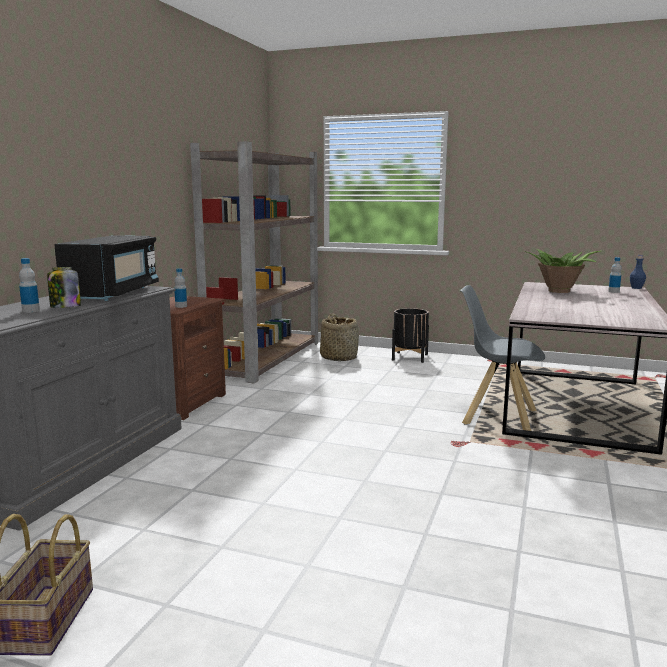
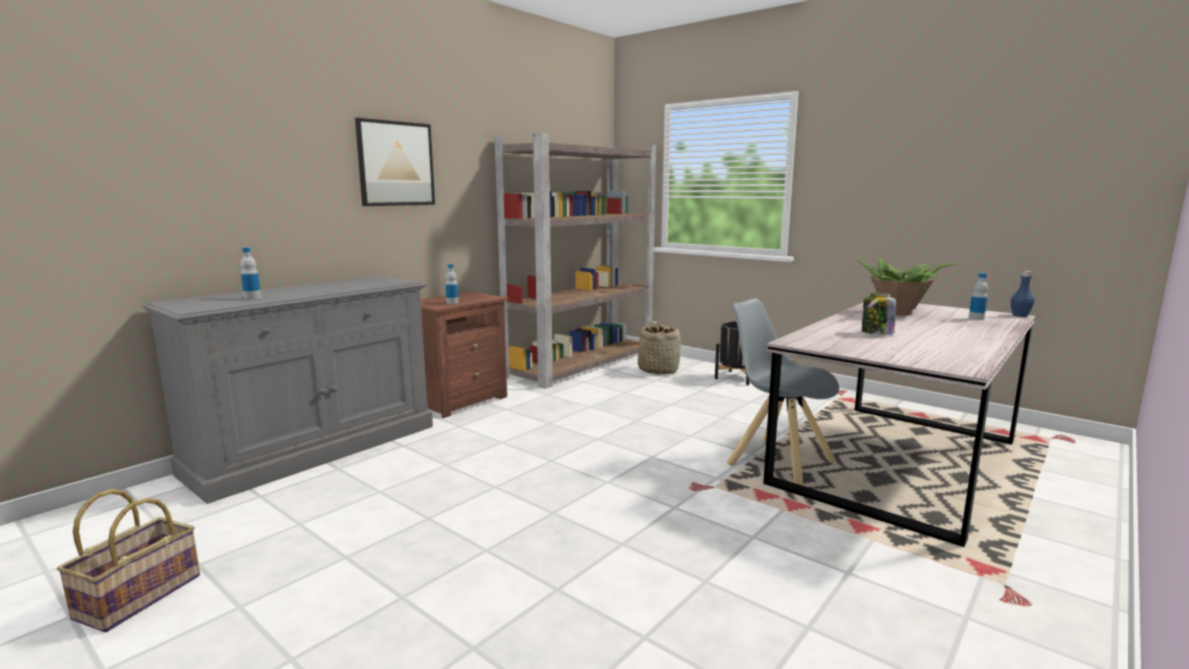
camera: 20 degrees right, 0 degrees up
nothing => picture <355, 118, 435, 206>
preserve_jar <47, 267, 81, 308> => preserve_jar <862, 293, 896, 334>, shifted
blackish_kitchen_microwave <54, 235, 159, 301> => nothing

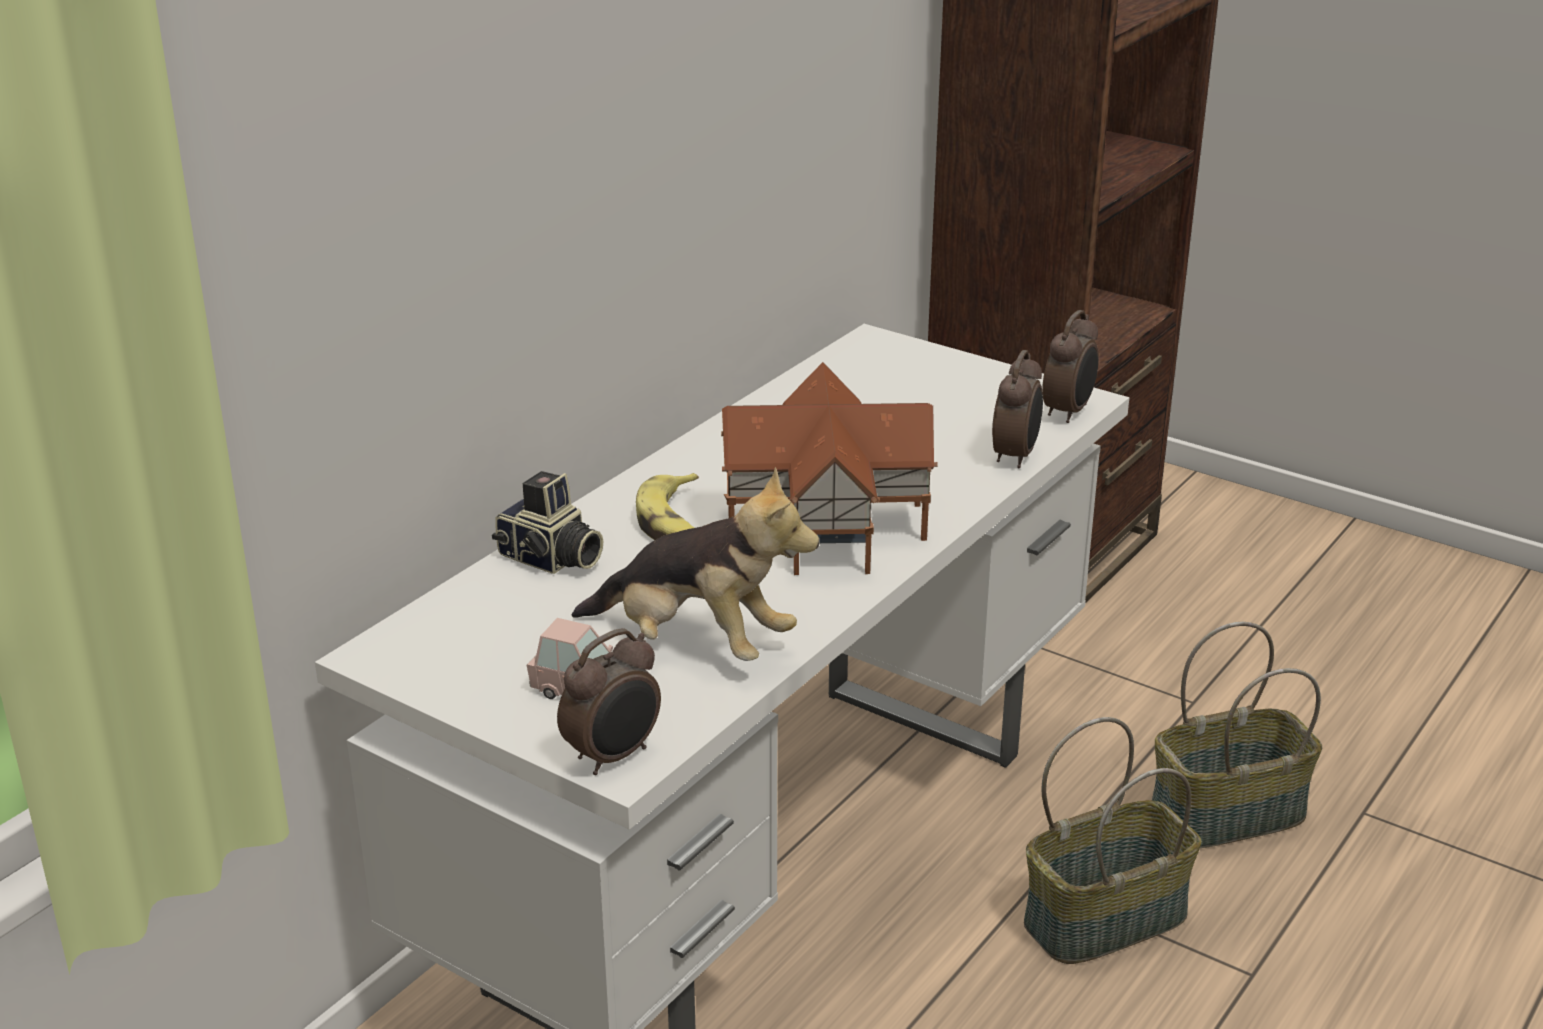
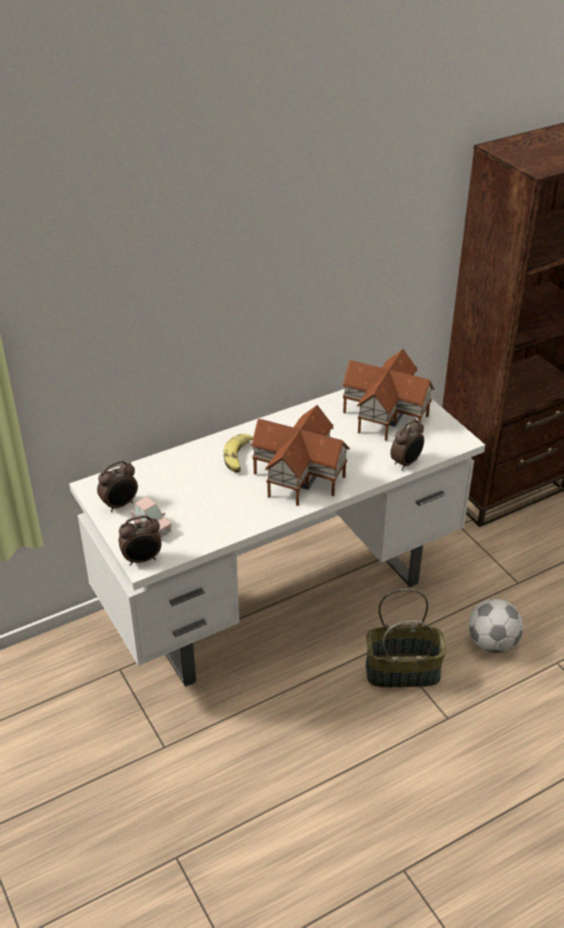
camera: 25 degrees right, 10 degrees up
alarm_clock <1042, 310, 1099, 423> => alarm_clock <97, 460, 138, 512>, shifted
nothing => model_house <342, 349, 435, 441>
household_basket <1152, 622, 1322, 848> => football <469, 599, 523, 653>
still_camera <492, 471, 603, 574> => nothing
plush_toy <572, 467, 819, 661> => nothing

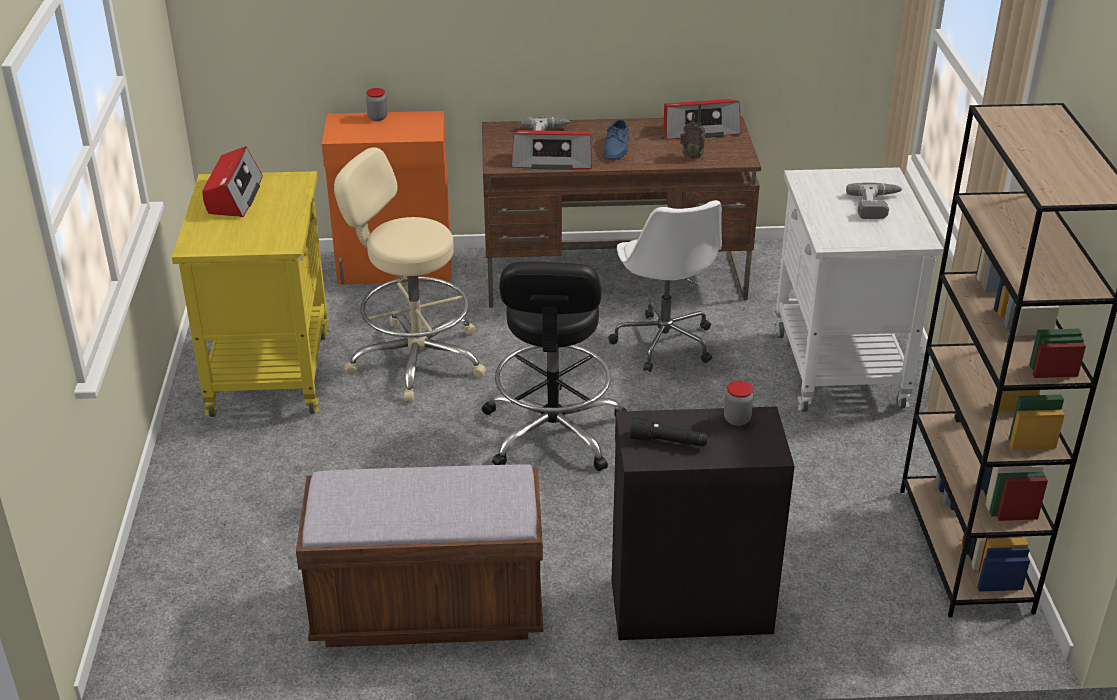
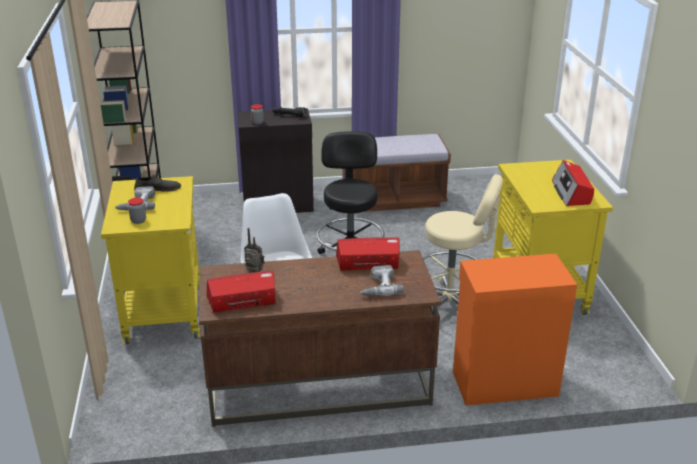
camera: 175 degrees right, 5 degrees down
whitish_wheeled_cart <774, 167, 943, 412> => yellow-coloured_wheeled_cart <101, 176, 201, 344>
preserve_jar <366, 88, 387, 121> => preserve_jar <128, 198, 146, 224>, shifted
nothing => grey_item_of_footwear <134, 174, 181, 192>
bluish_item_of_footwear <603, 119, 629, 160> => nothing

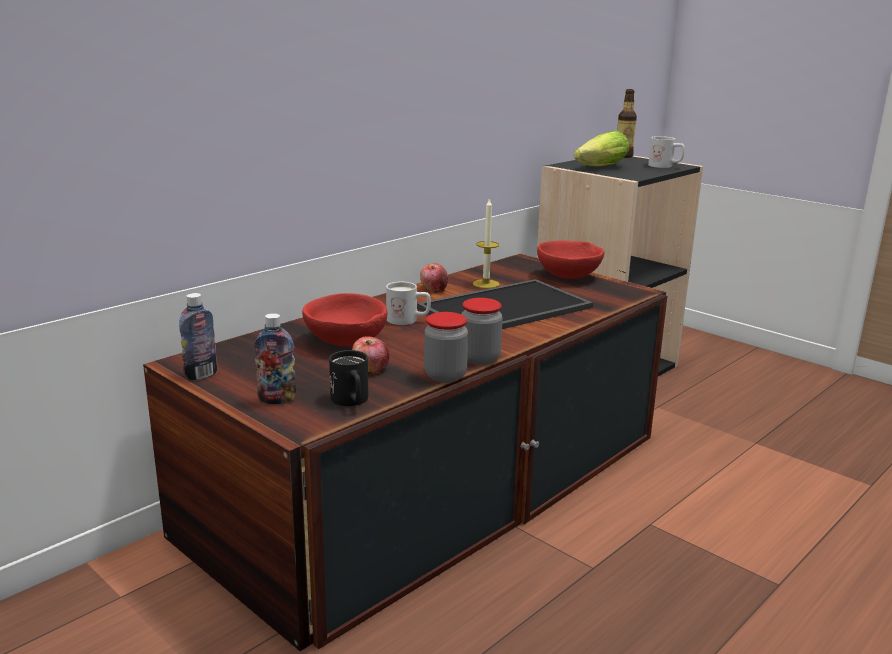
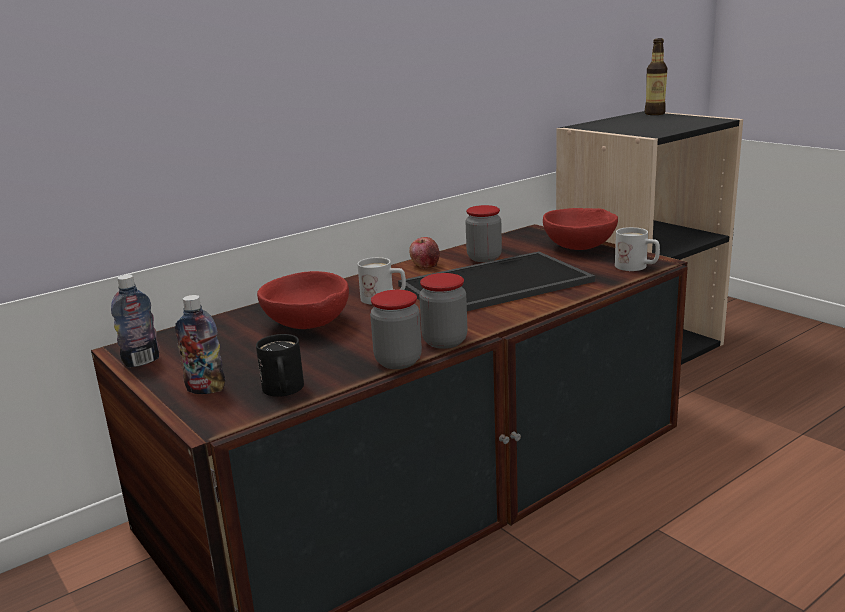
camera: 10 degrees right, 0 degrees up
wax_candle <473, 198, 500, 288> => preserve_jar <465, 205, 502, 262>
whitish_tea_mug <648, 136, 685, 168> => whitish_tea_mug <615, 227, 660, 271>, shifted
apple <352, 336, 389, 374> => nothing
head_of_lettuce <574, 131, 629, 166> => nothing

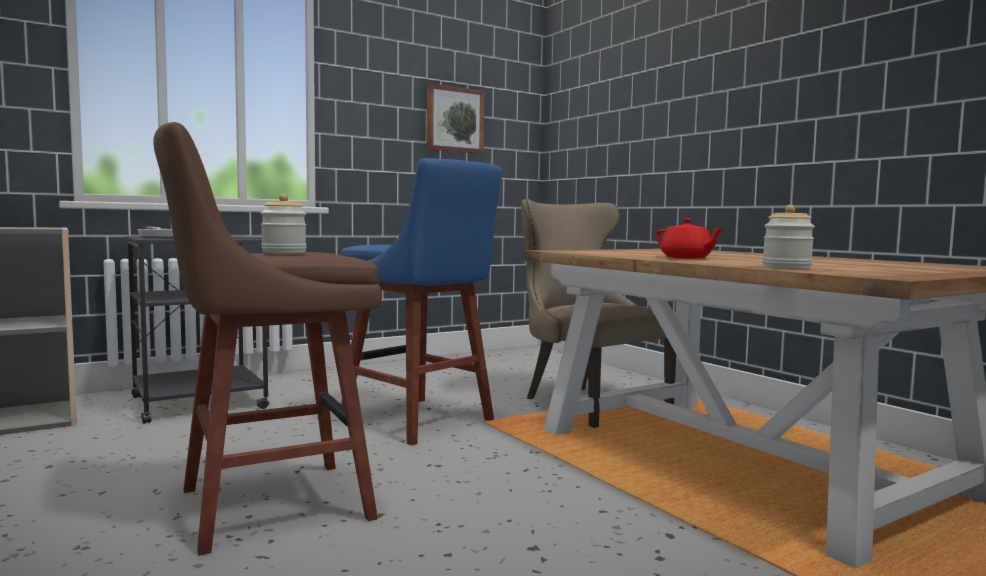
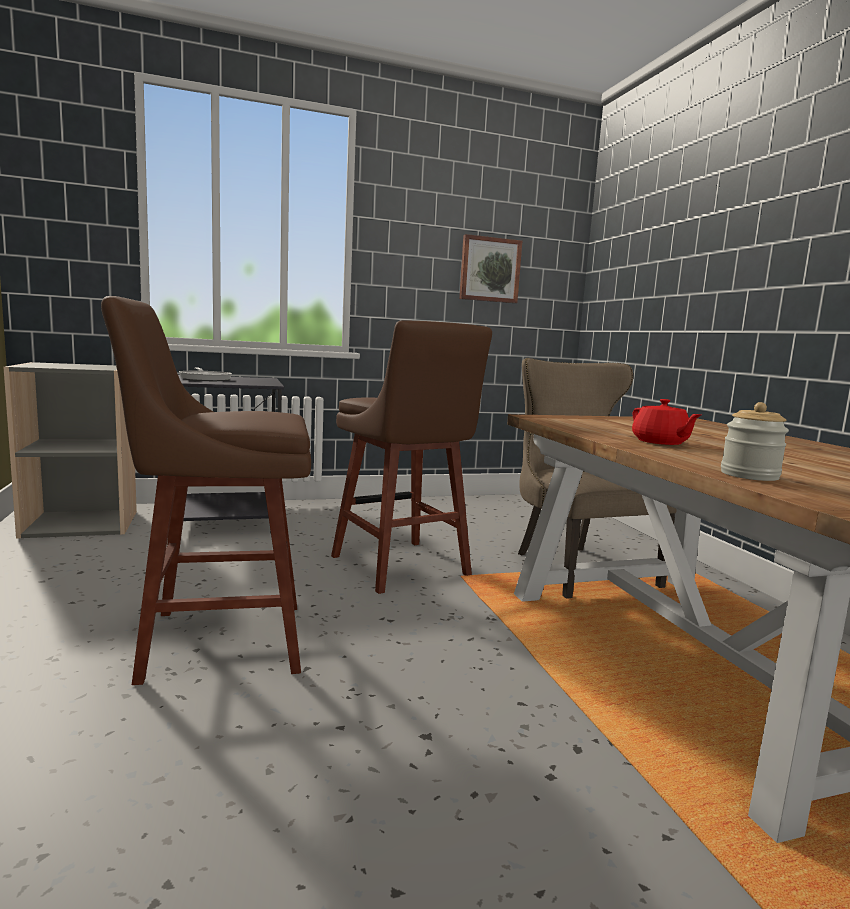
camera: 15 degrees right, 5 degrees up
bluish_stool <339, 158, 502, 445> => brown_stool <331, 320, 492, 594>
preserve_jar <261, 193, 307, 253> => nothing

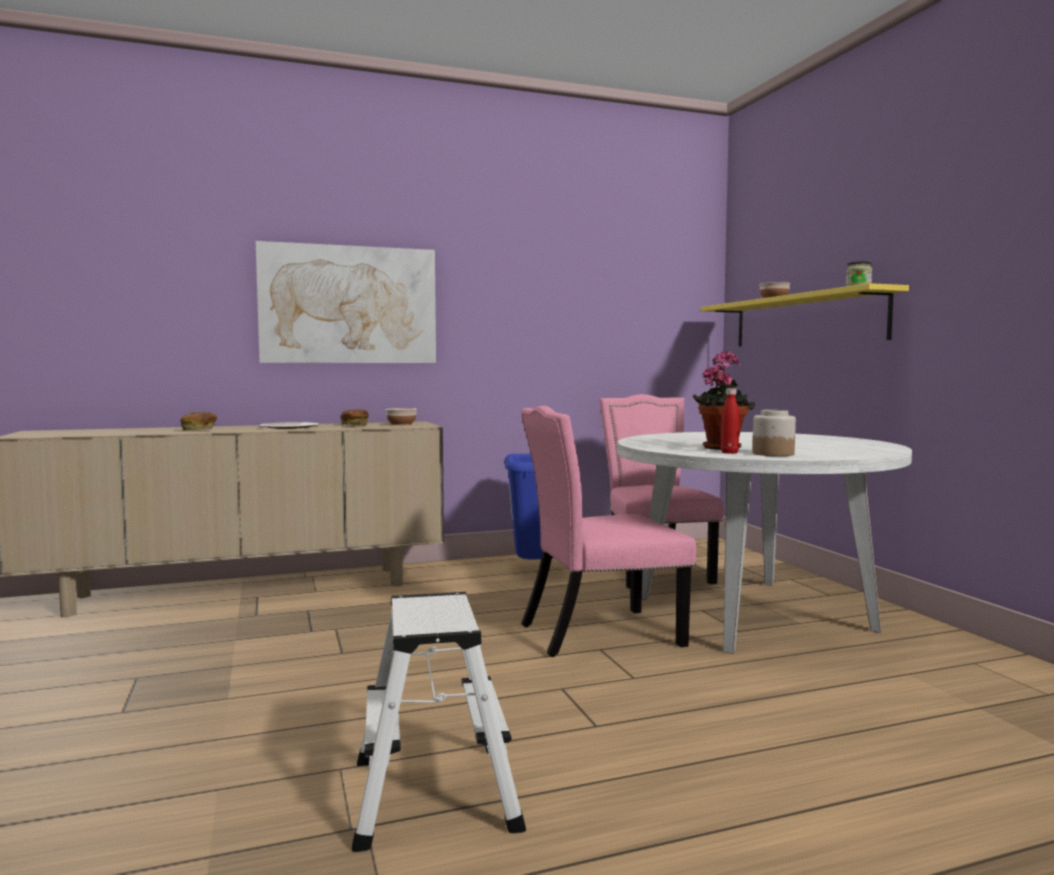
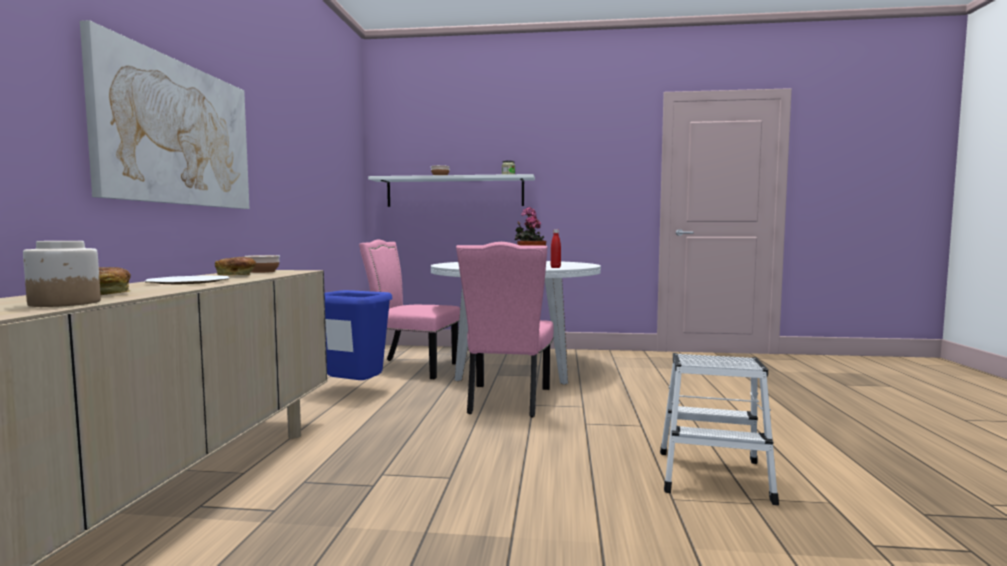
camera: 65 degrees left, 0 degrees up
preserve_jar <753, 410, 796, 456> => preserve_jar <23, 241, 101, 307>, shifted
yellow-coloured_wall_shelf <701, 283, 909, 347> => whitish_wall_shelf <368, 174, 535, 207>

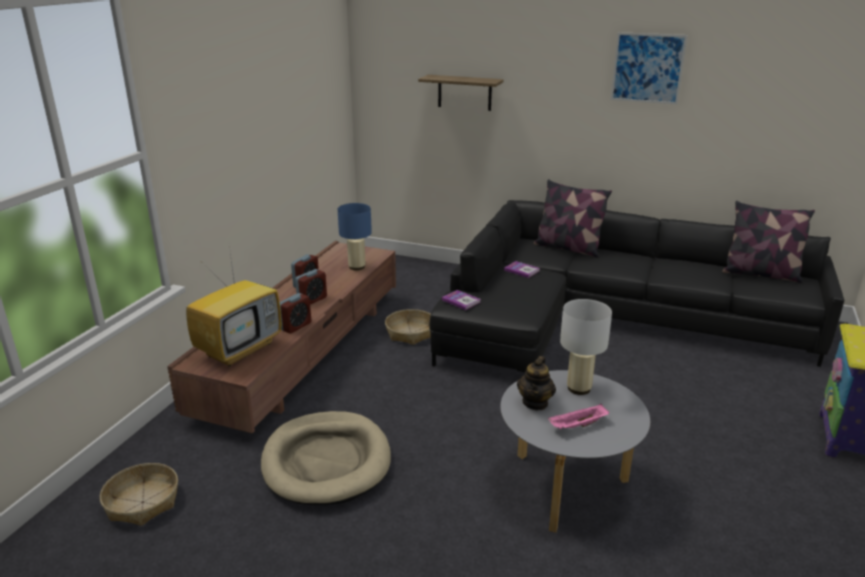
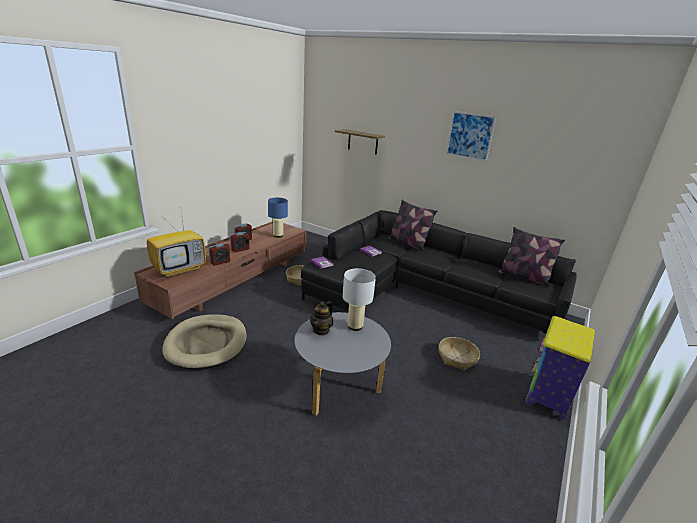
camera: 10 degrees right, 0 degrees up
household_basket <100, 463, 178, 526> => household_basket <439, 337, 480, 371>, shifted
pink-coloured_serving_tray <548, 404, 609, 429> => nothing

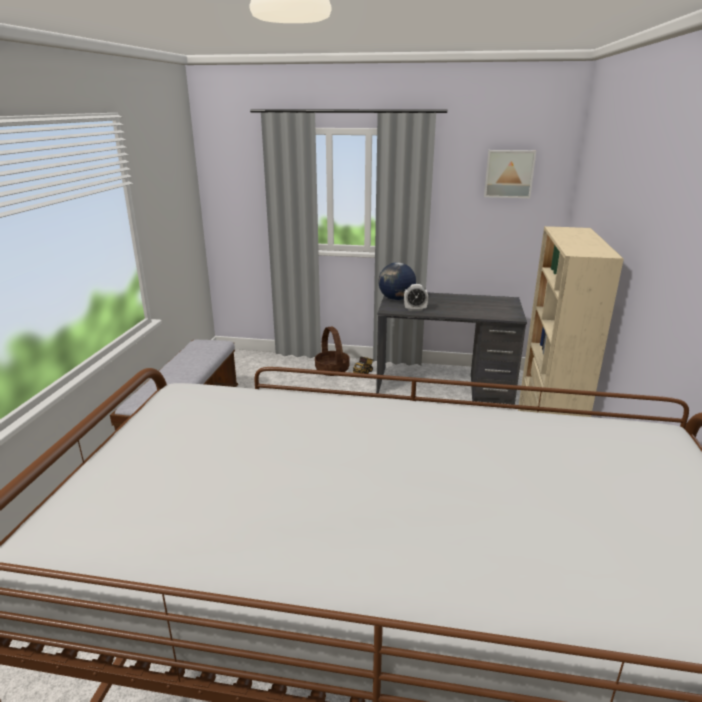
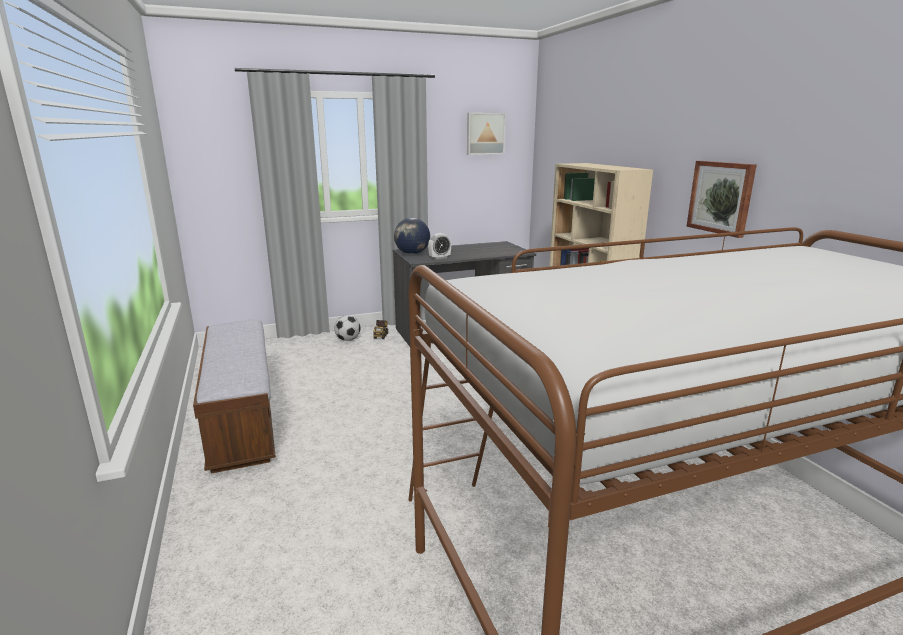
camera: 30 degrees left, 5 degrees down
household_basket <315, 326, 349, 376> => football <334, 315, 360, 341>
nothing => picture <686, 161, 757, 238>

